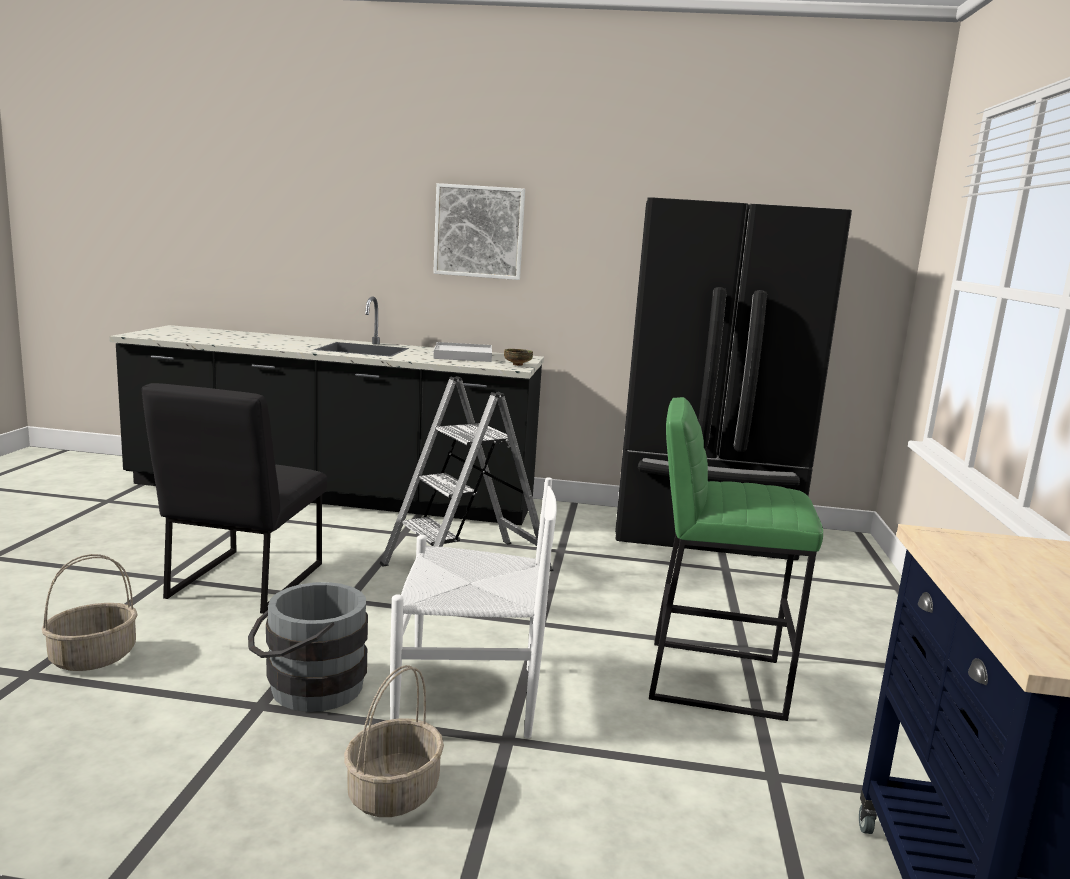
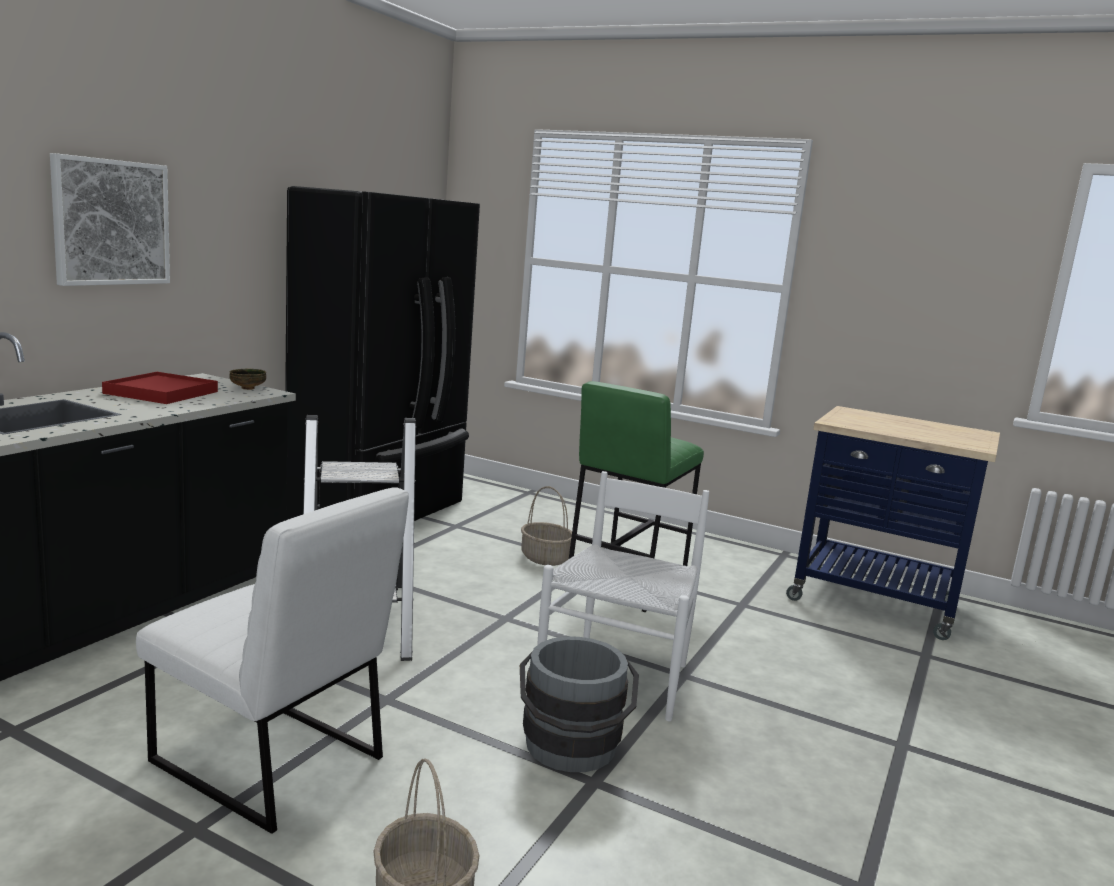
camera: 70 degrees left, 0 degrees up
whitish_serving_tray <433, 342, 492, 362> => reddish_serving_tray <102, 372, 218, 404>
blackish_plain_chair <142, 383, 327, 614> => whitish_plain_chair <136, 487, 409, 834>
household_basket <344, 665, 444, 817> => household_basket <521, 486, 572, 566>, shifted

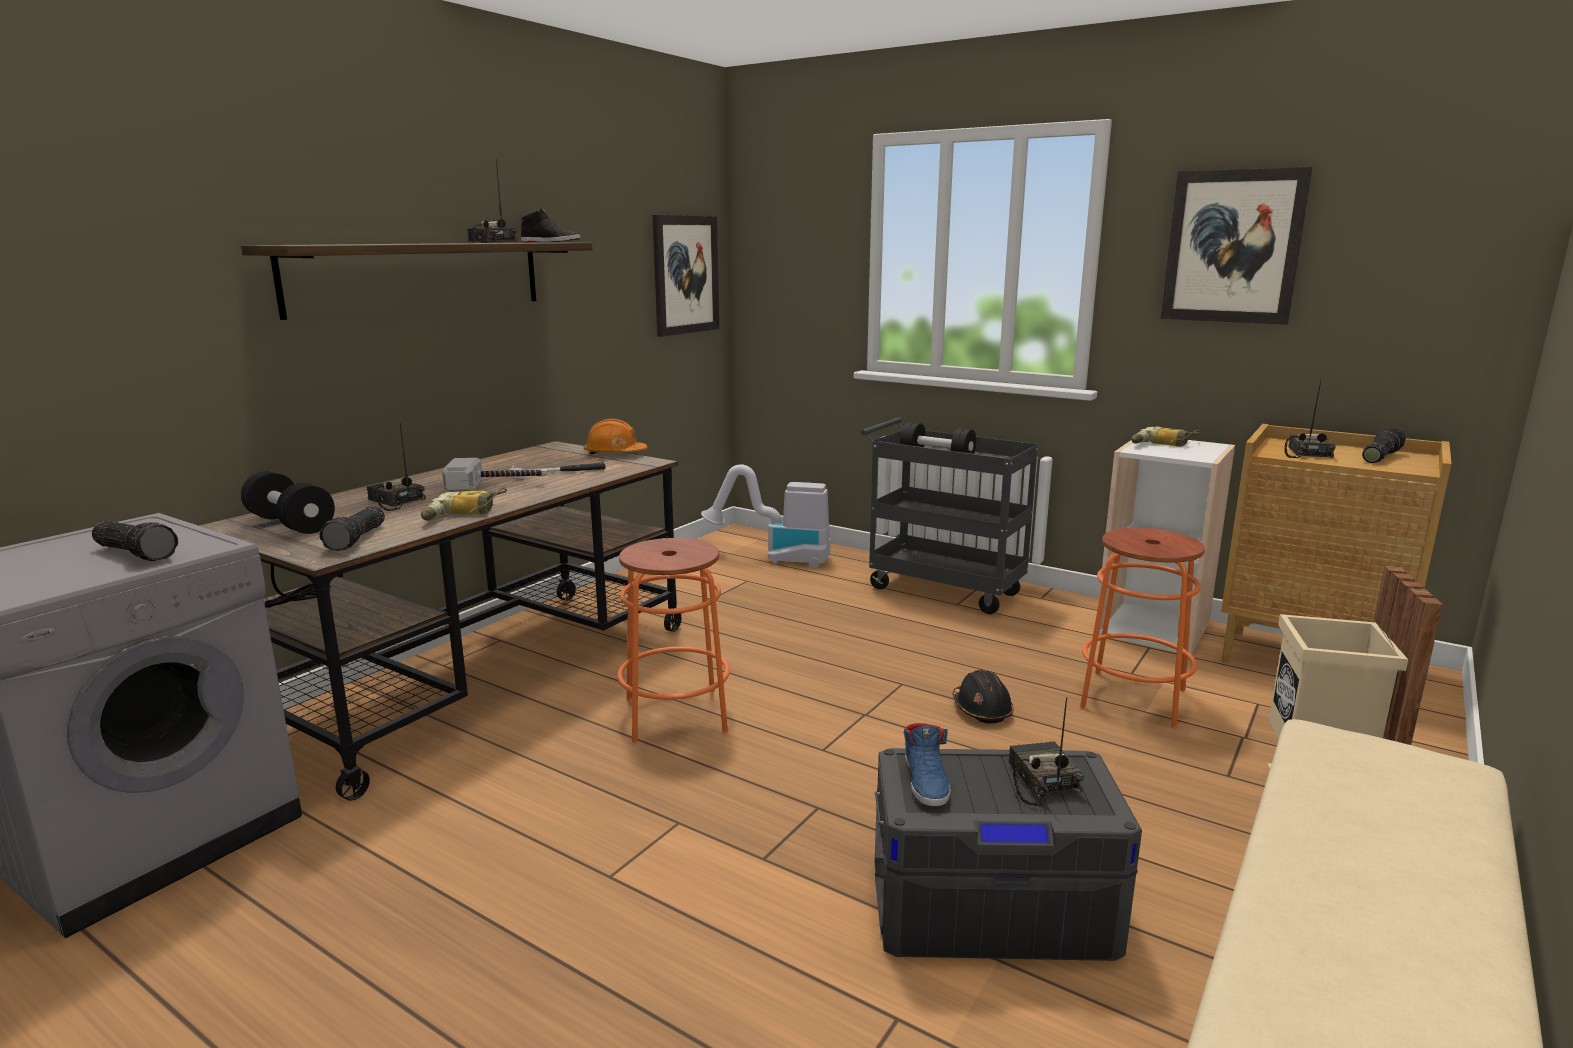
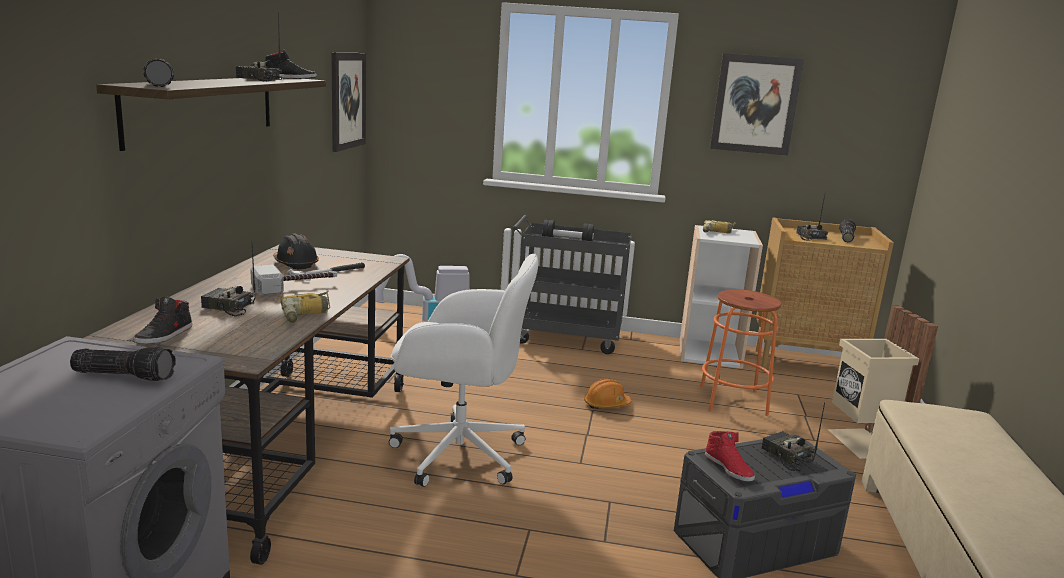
camera: 25 degrees left, 0 degrees up
blackish_free_weight <241, 471, 335, 534> => blackish_item_of_footwear <134, 297, 192, 344>
flashlight <319, 506, 385, 551> => flashlight <143, 58, 174, 87>, shifted
blackish_work_helmet <952, 670, 1014, 724> => blackish_work_helmet <274, 234, 319, 269>, shifted
orangey_stool <617, 538, 730, 743> => whitish_office_chair <389, 254, 538, 487>
orangey_work_helmet <584, 419, 647, 455> => orangey_work_helmet <584, 378, 631, 409>, shifted
bluish_item_of_footwear <904, 723, 951, 807> => reddish_item_of_footwear <705, 431, 755, 482>

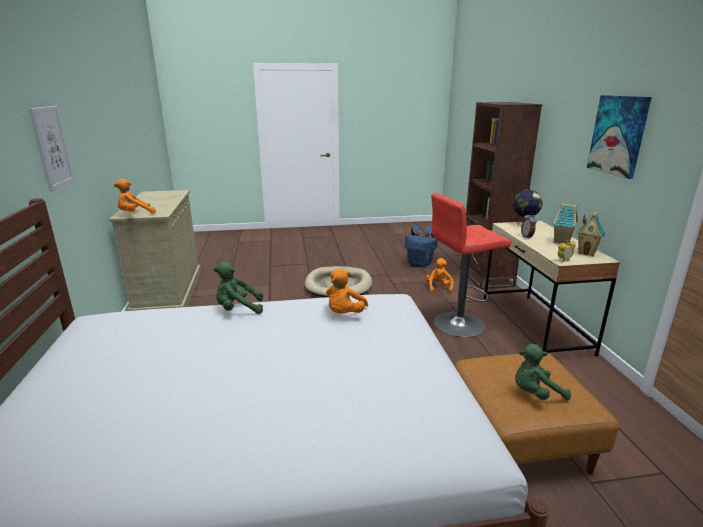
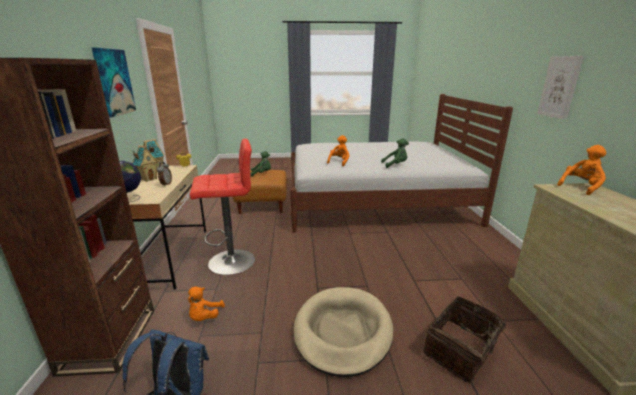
camera: 175 degrees left, 0 degrees up
nothing => household_basket <423, 296, 519, 383>

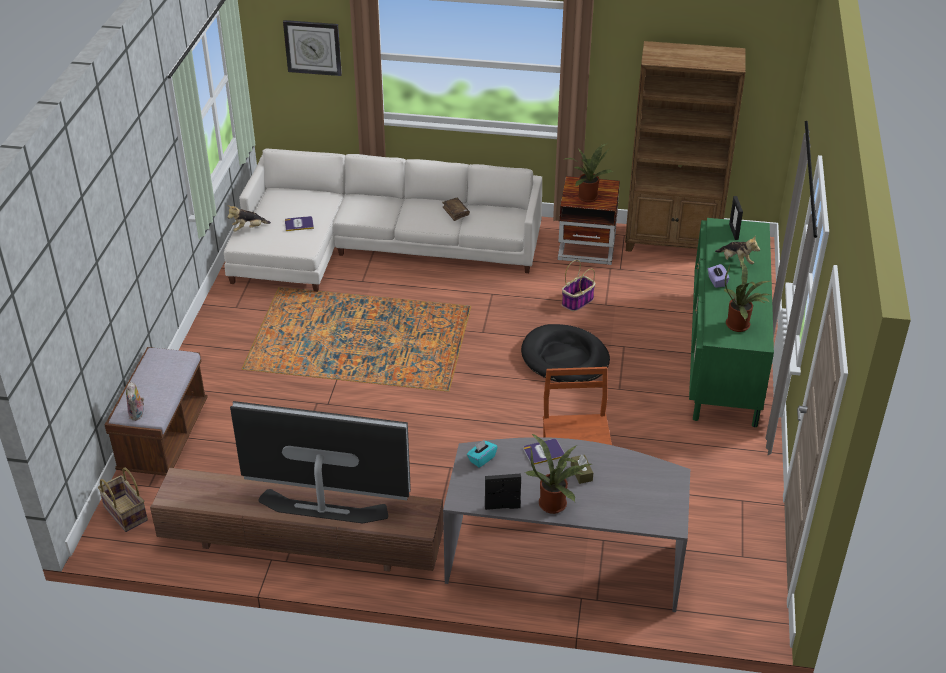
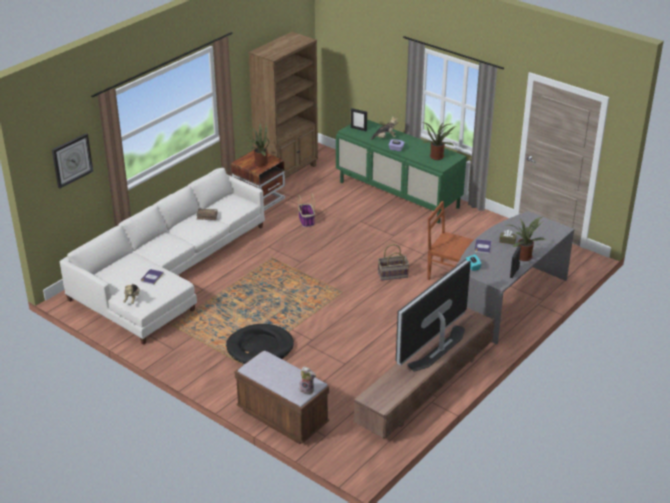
camera: 60 degrees left, 5 degrees down
blackish_dog_cushion <521, 324, 610, 382> => blackish_dog_cushion <226, 324, 294, 364>, shifted
household_basket <98, 467, 148, 532> => household_basket <378, 244, 409, 280>, shifted

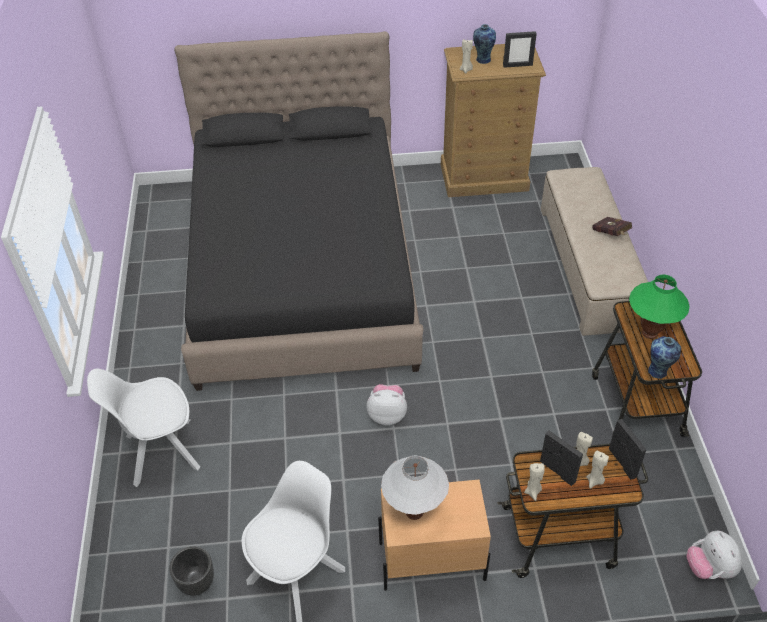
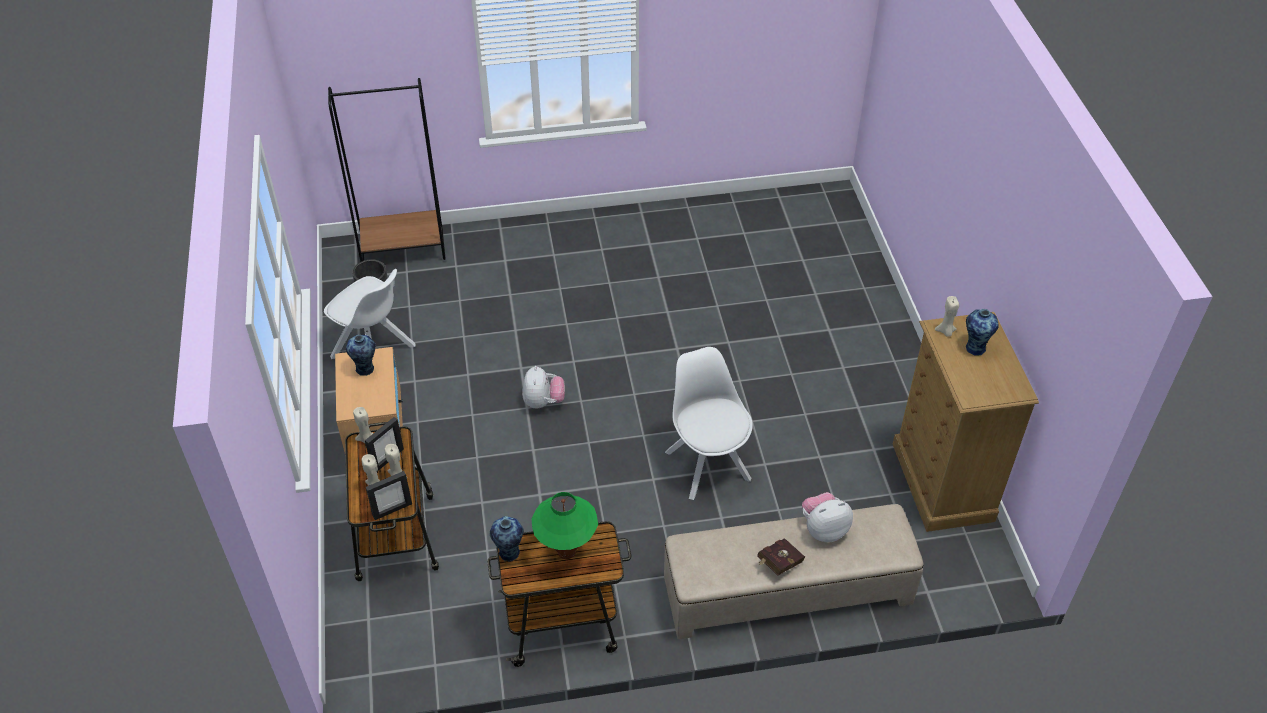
camera: 85 degrees right, 0 degrees up
nothing => garment_rack <328, 78, 446, 262>
whitish_table_lamp <381, 456, 449, 520> => flower_vase <346, 335, 376, 376>
whitish_plain_chair <87, 369, 200, 487> => whitish_plain_chair <665, 347, 753, 500>, shifted
plush_toy <687, 530, 742, 579> => plush_toy <802, 492, 853, 542>, shifted
blackish_bed <174, 31, 423, 391> => nothing
photo_frame <503, 31, 537, 68> => nothing

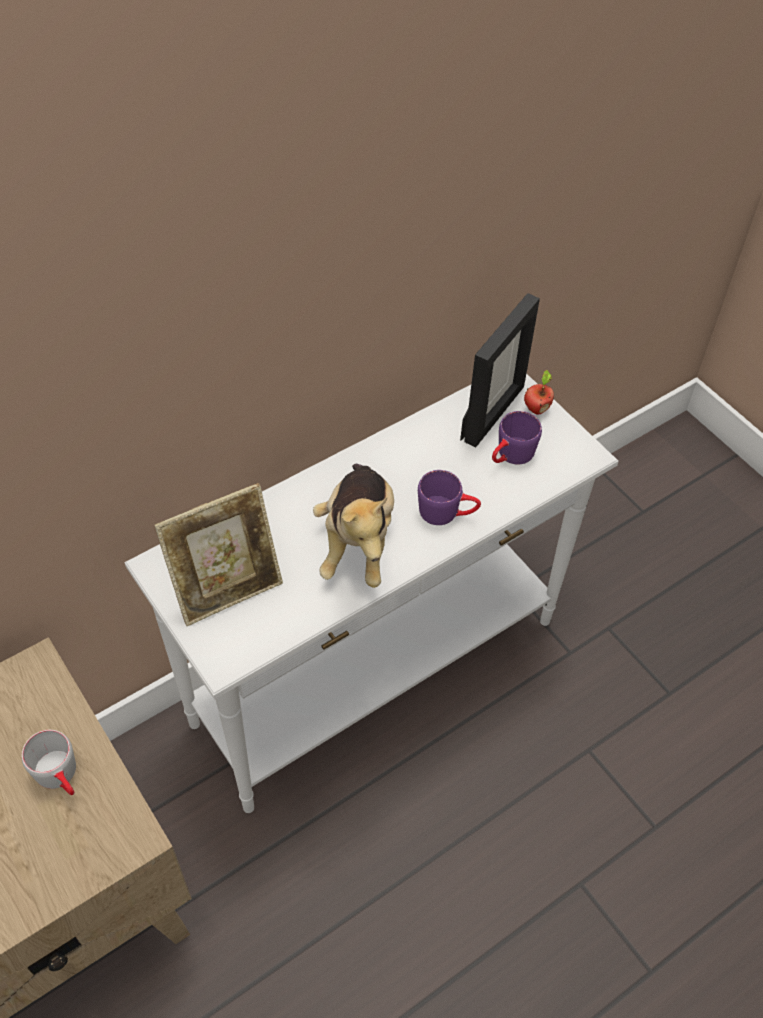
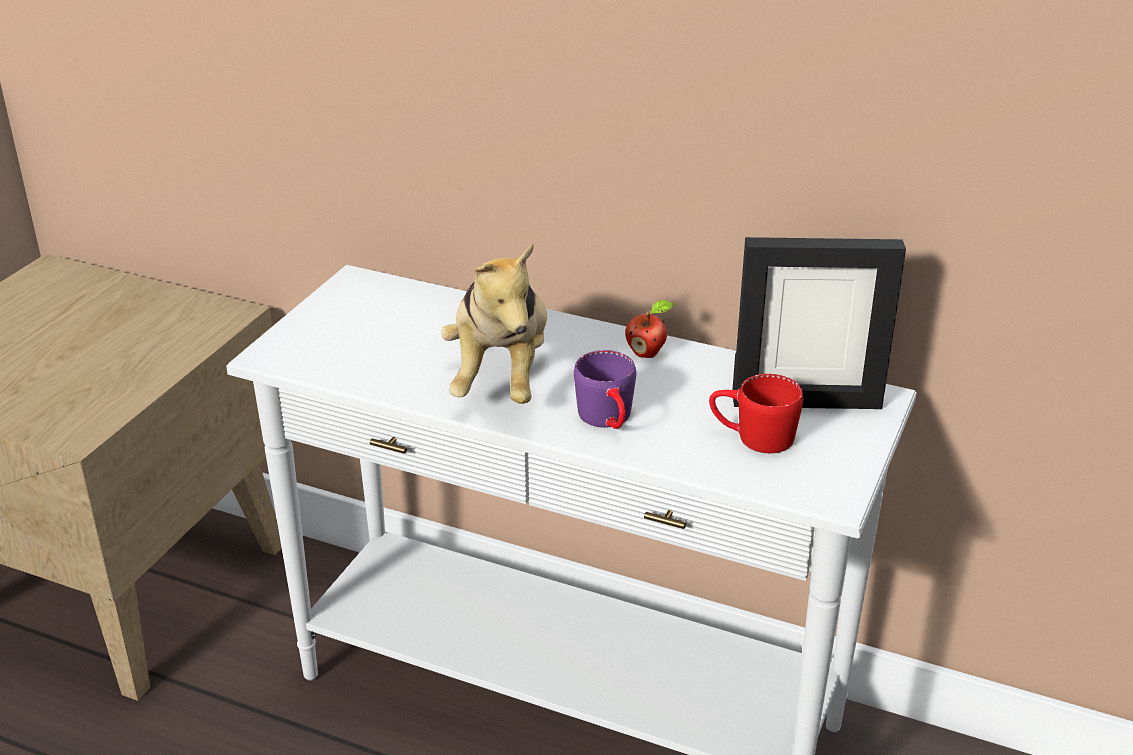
camera: 60 degrees right, 20 degrees down
plush_toy <313, 464, 394, 588> => plush_toy <441, 243, 547, 404>, 60 degrees counterclockwise
apple <524, 370, 554, 415> => apple <625, 300, 674, 358>, shifted
purple-coloured_tea_mug <492, 411, 542, 465> => reddish_tea_mug <709, 374, 803, 453>
grey_tea_mug <22, 730, 76, 795> => nothing
photo_frame <154, 483, 283, 626> => nothing

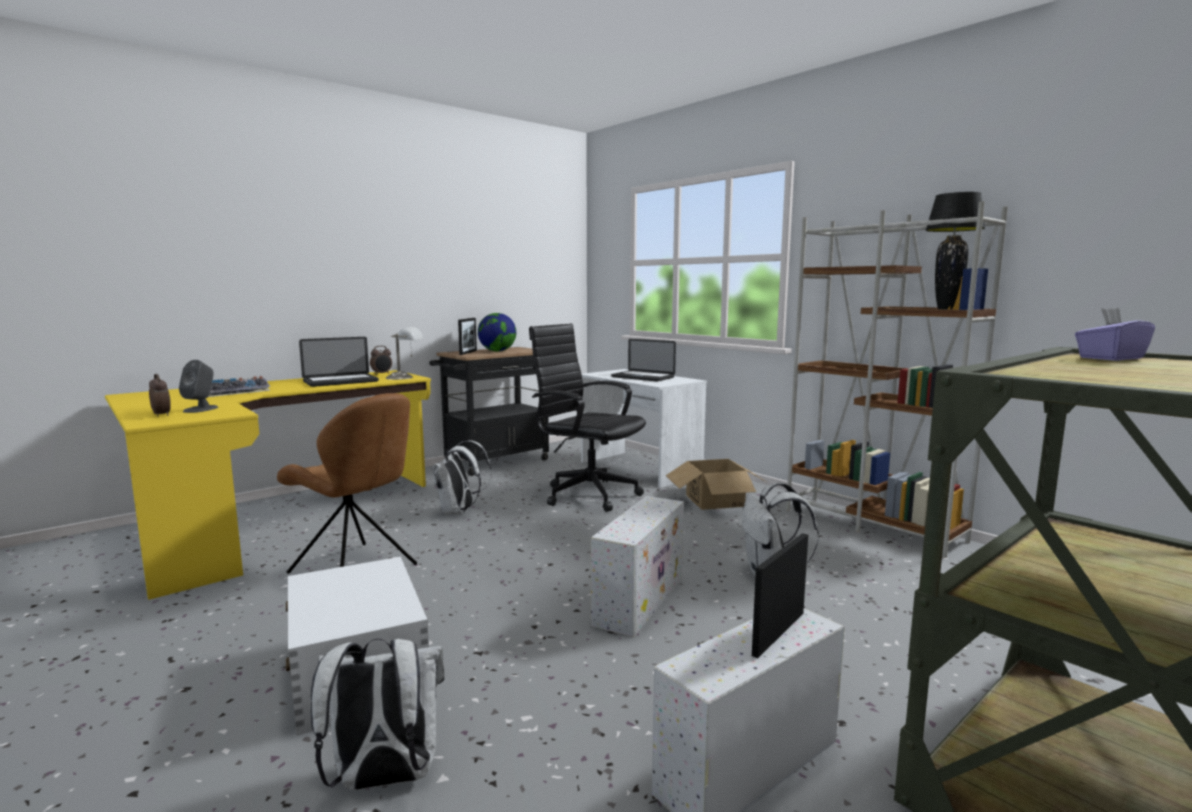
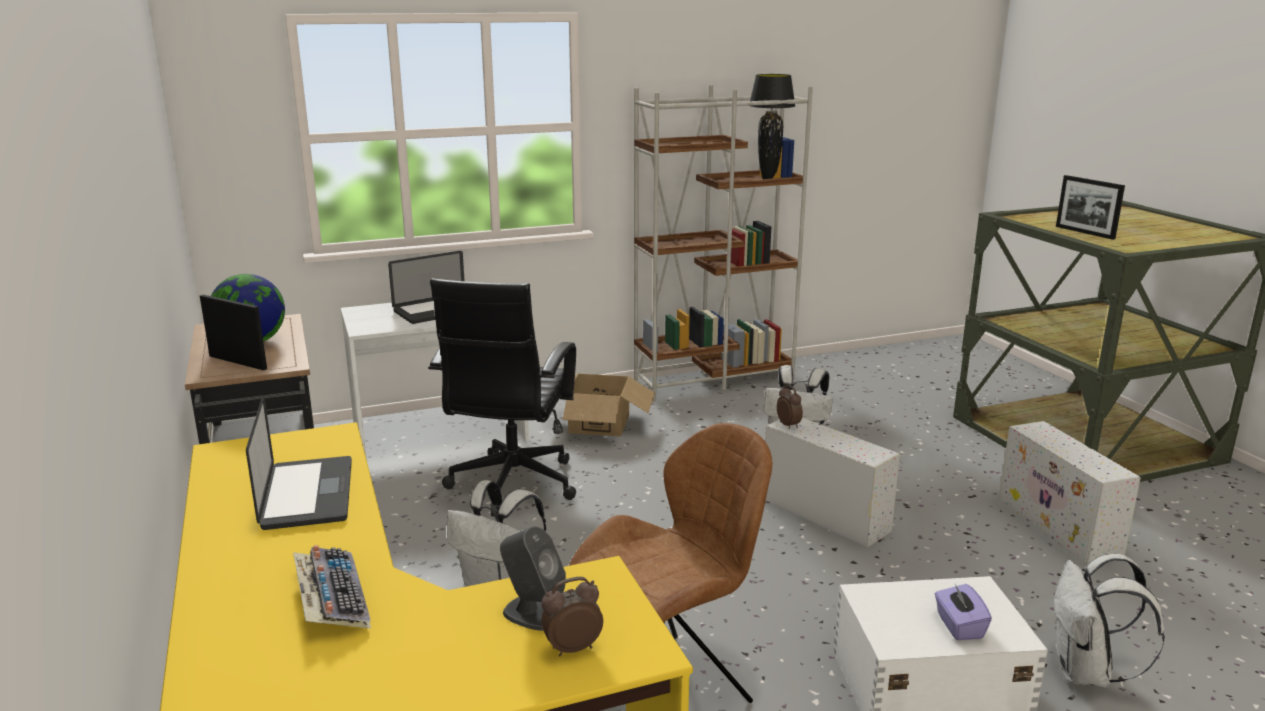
camera: 70 degrees left, 10 degrees up
blackish_office_chair <529, 323, 646, 512> => blackish_office_chair <428, 278, 576, 517>, 45 degrees counterclockwise
alarm_clock <370, 346, 392, 375> => alarm_clock <777, 385, 803, 429>, shifted
purple-coloured_tissue_box <1075, 308, 1155, 361> => purple-coloured_tissue_box <935, 584, 992, 640>, shifted
photo_frame <752, 533, 808, 658> => photo_frame <1056, 175, 1125, 240>, shifted
whitish_table_lamp <386, 327, 423, 380> => nothing

